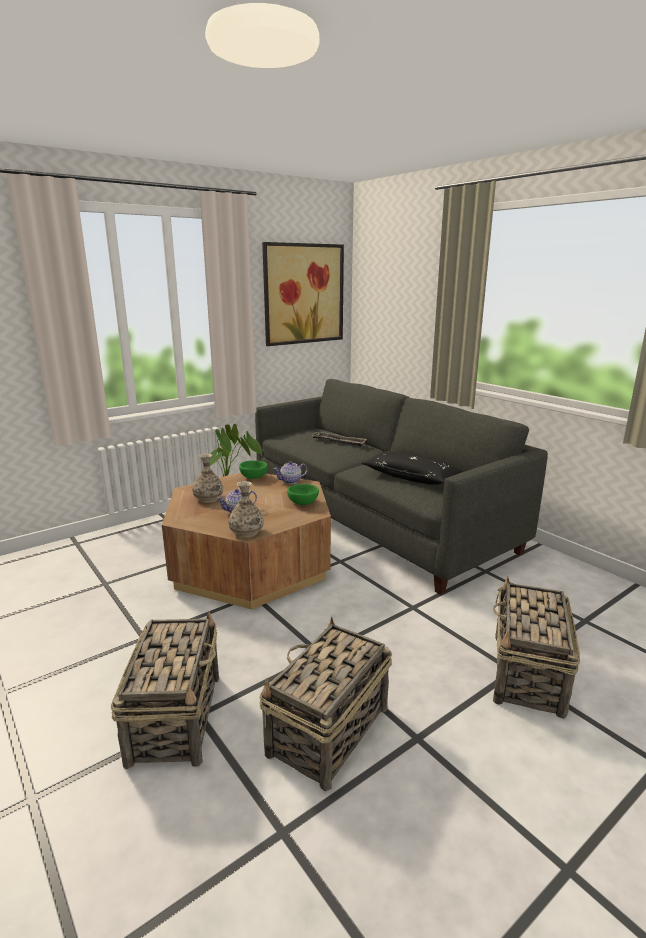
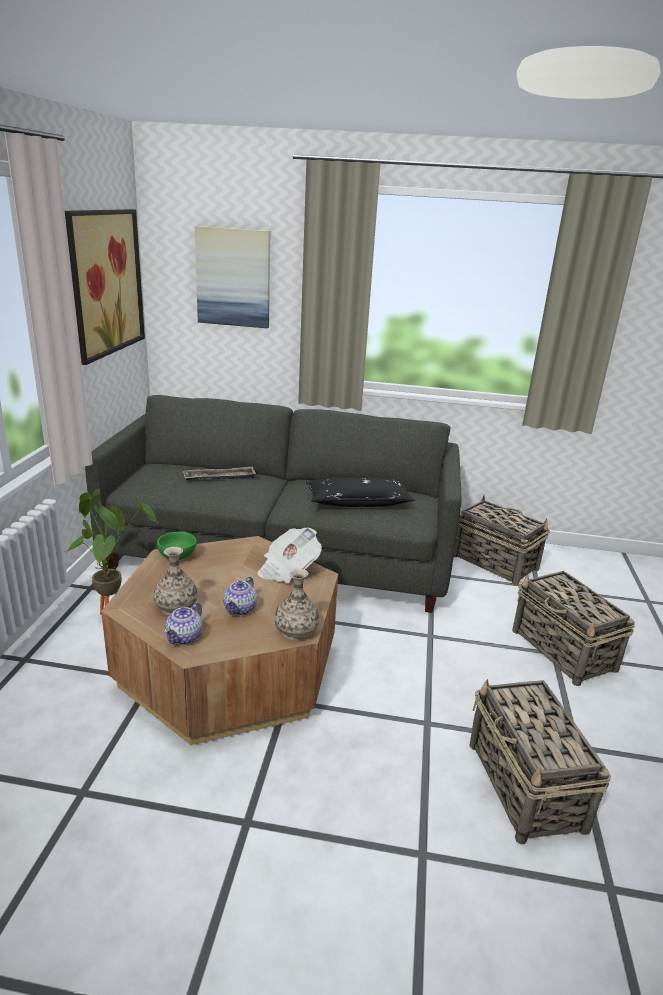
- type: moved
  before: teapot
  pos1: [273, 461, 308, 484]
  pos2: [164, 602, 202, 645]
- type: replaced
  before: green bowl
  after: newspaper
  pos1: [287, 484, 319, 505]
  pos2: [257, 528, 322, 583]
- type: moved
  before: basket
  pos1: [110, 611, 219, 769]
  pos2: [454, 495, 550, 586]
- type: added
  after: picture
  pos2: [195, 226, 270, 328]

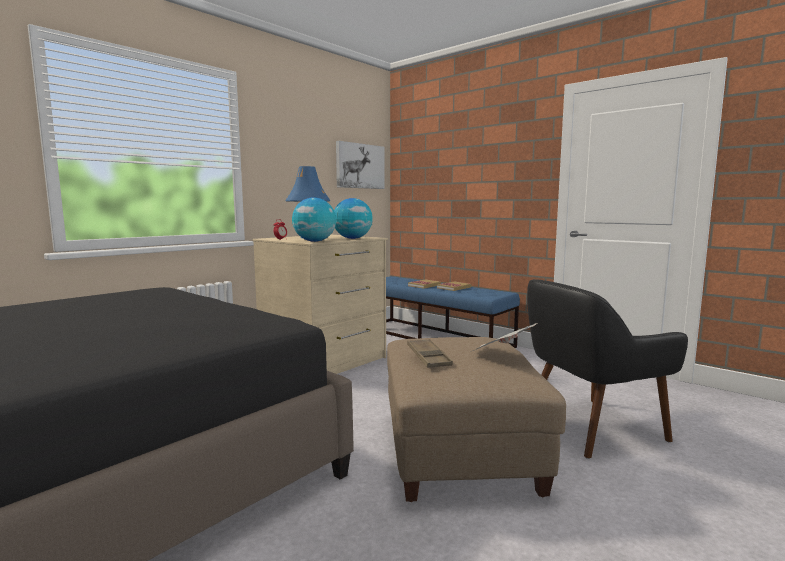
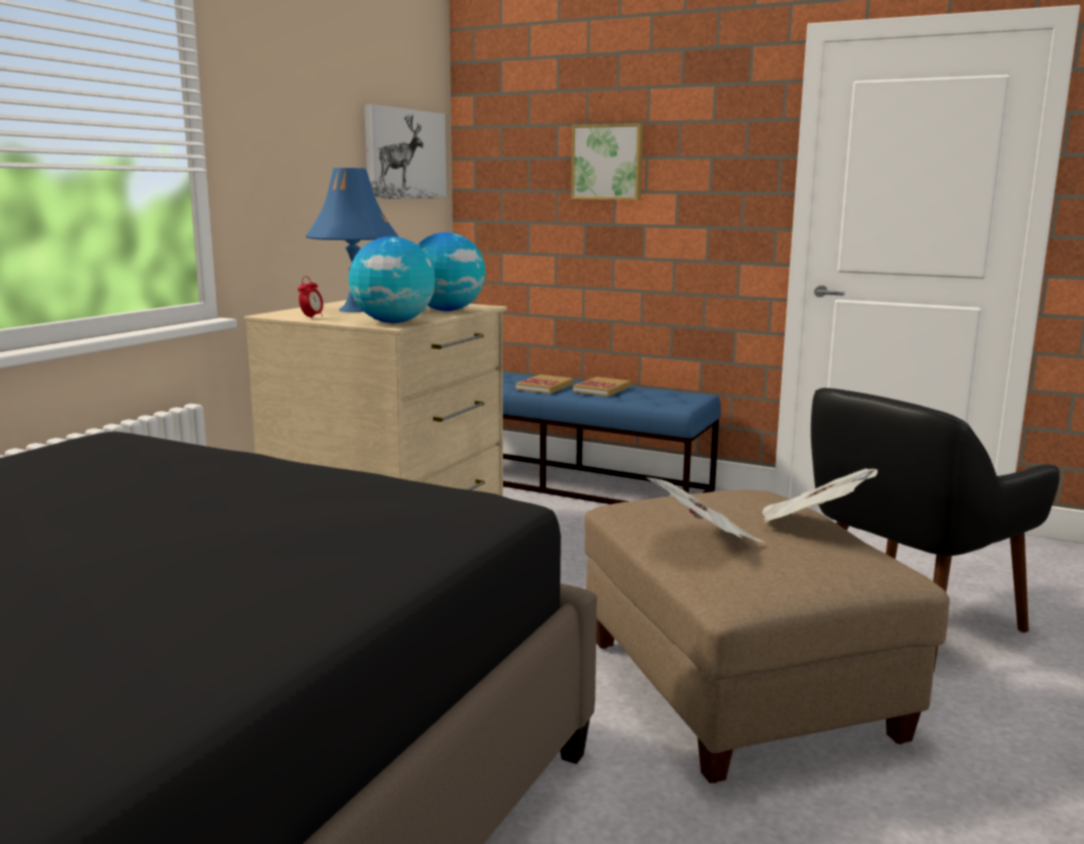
- type: replaced
  before: brown tray
  after: newspaper
  pos1: [407, 339, 453, 368]
  pos2: [645, 477, 765, 543]
- type: added
  after: picture
  pos2: [571, 123, 643, 200]

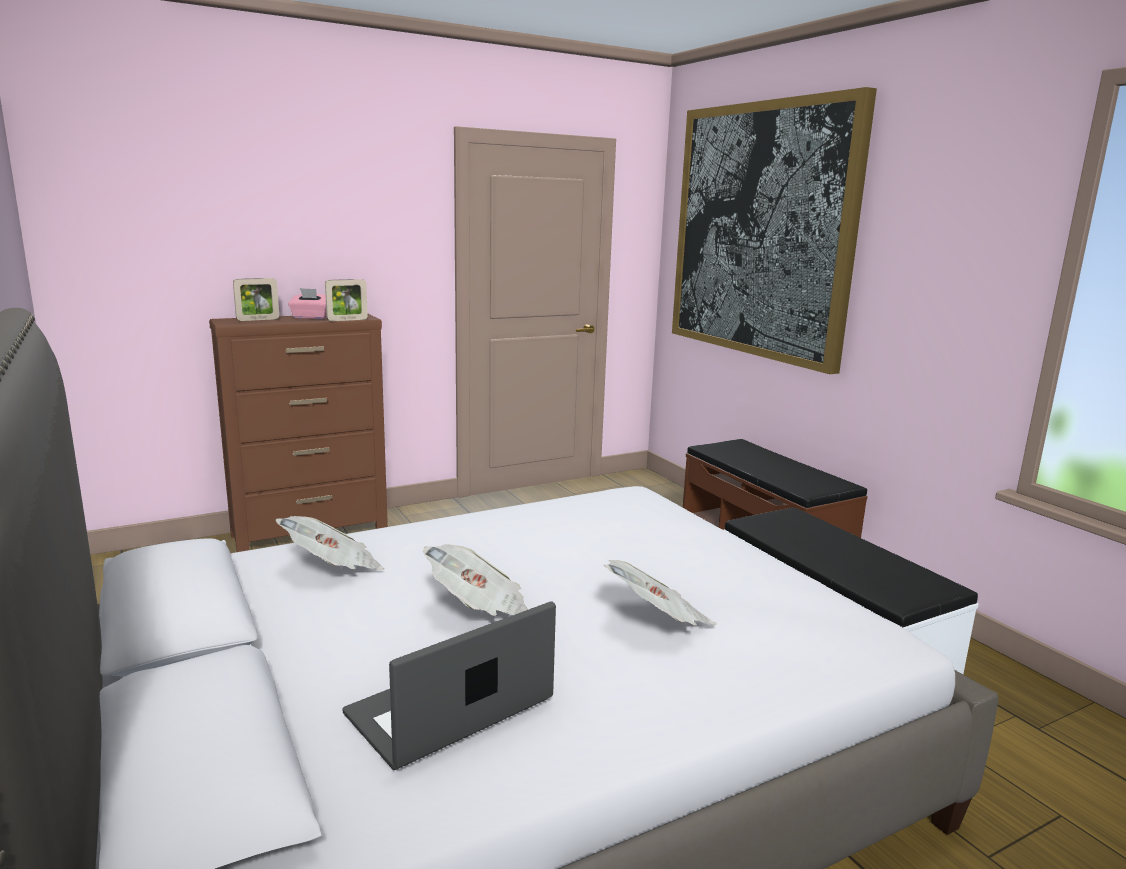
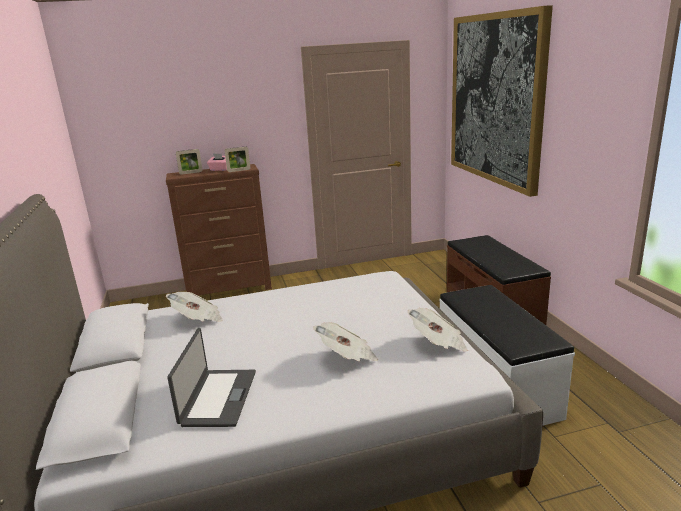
- type: moved
  before: newspaper
  pos1: [423, 545, 528, 616]
  pos2: [408, 308, 468, 352]
- type: turned
  before: laptop
  pos1: [342, 602, 556, 770]
  pos2: [167, 328, 256, 427]
  turn: 120

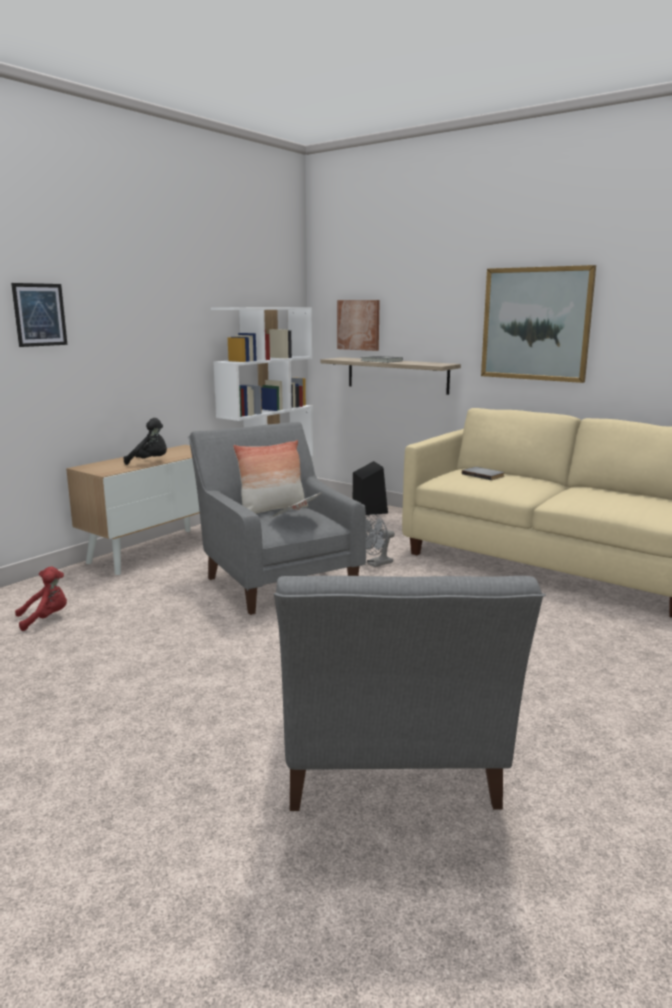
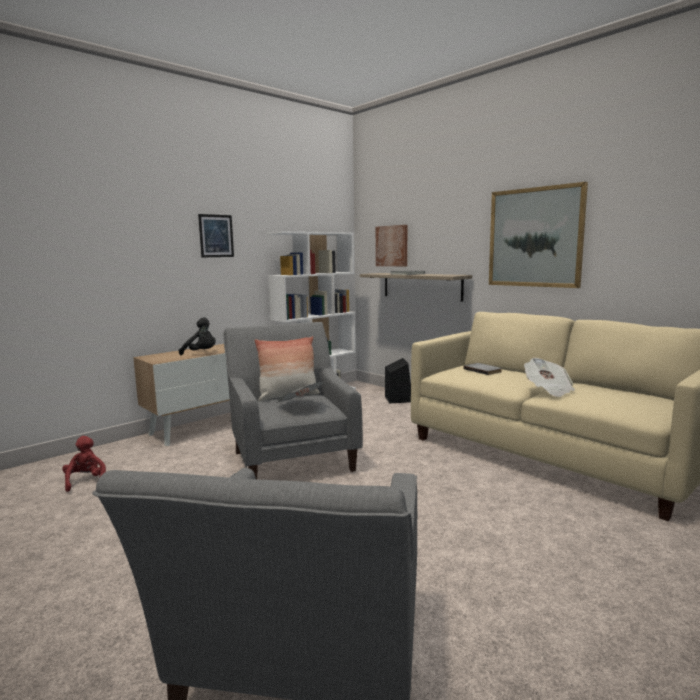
- type: moved
  before: picture
  pos1: [11, 283, 67, 347]
  pos2: [198, 214, 234, 258]
- type: removed
  before: grey fan
  pos1: [366, 514, 395, 567]
- type: turned
  before: red plush toy
  pos1: [15, 567, 67, 631]
  pos2: [62, 436, 106, 492]
  turn: -90
- type: added
  after: newspaper
  pos2: [524, 358, 575, 397]

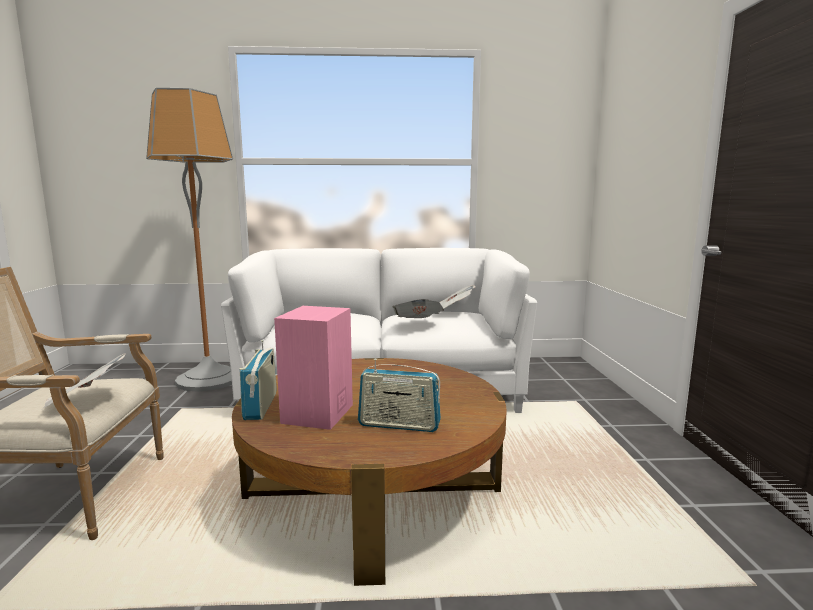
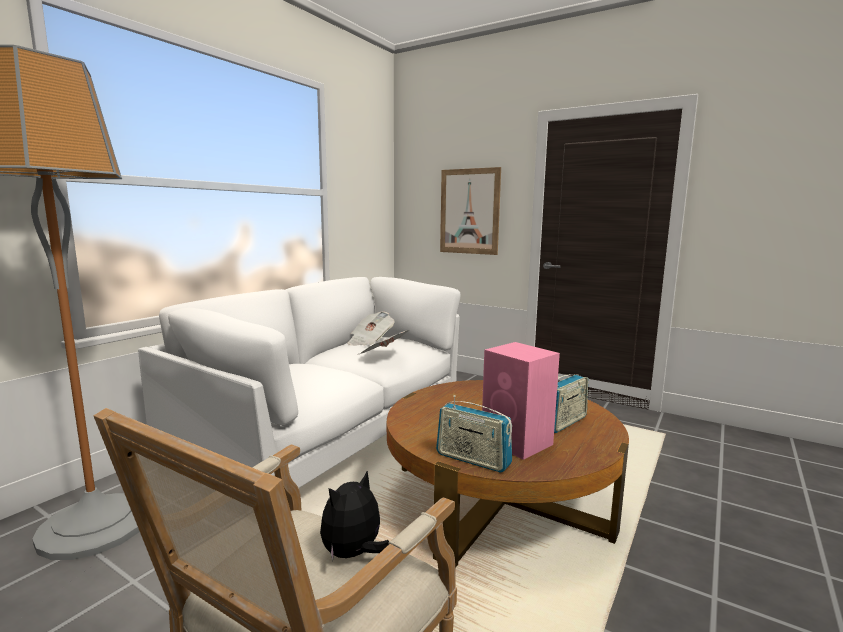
- type: replaced
  before: newspaper
  after: plush toy
  pos1: [41, 354, 126, 410]
  pos2: [320, 471, 389, 561]
- type: added
  after: picture
  pos2: [440, 167, 501, 255]

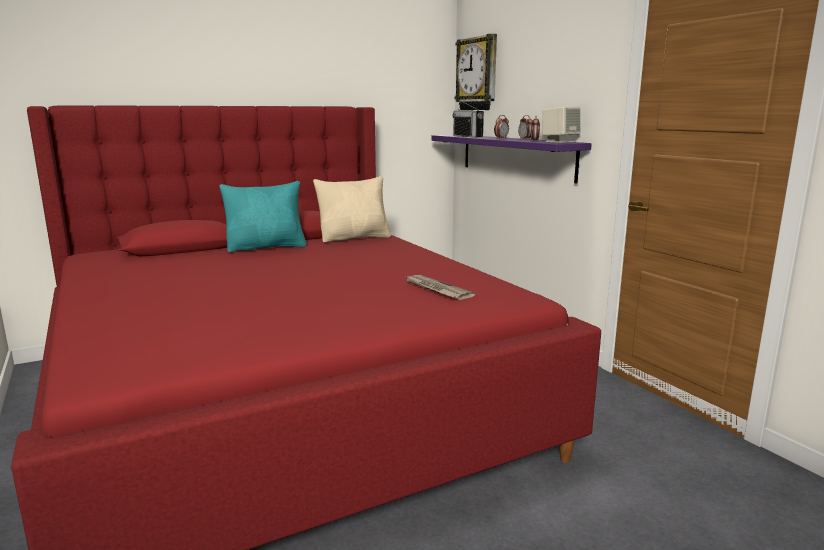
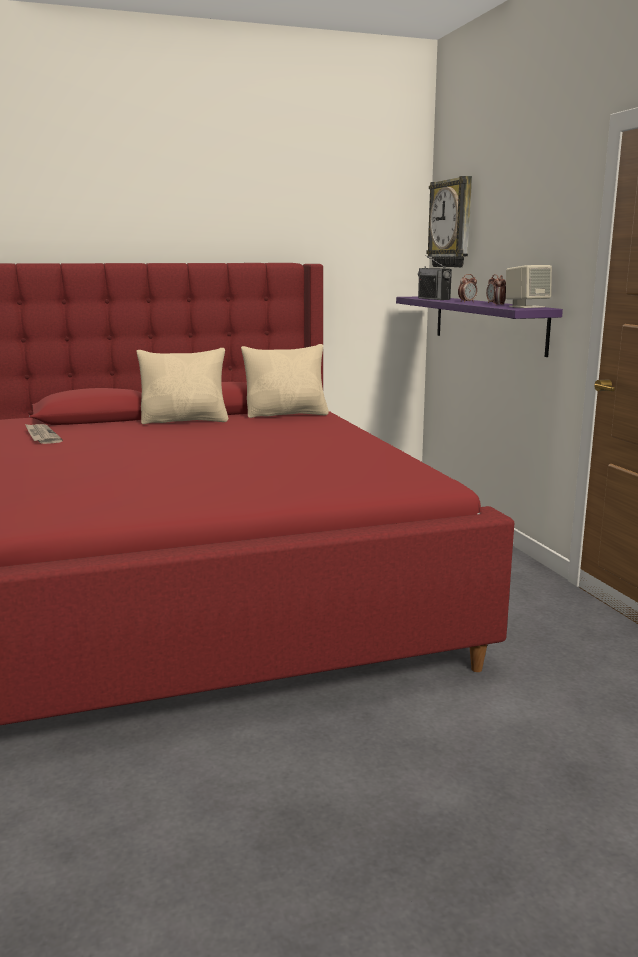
- type: recoloured
  before: turquoise pillow
  after: beige pillow
  pos1: [219, 181, 307, 252]
  pos2: [136, 348, 228, 424]
- type: moved
  before: newspaper
  pos1: [406, 275, 475, 300]
  pos2: [25, 424, 63, 444]

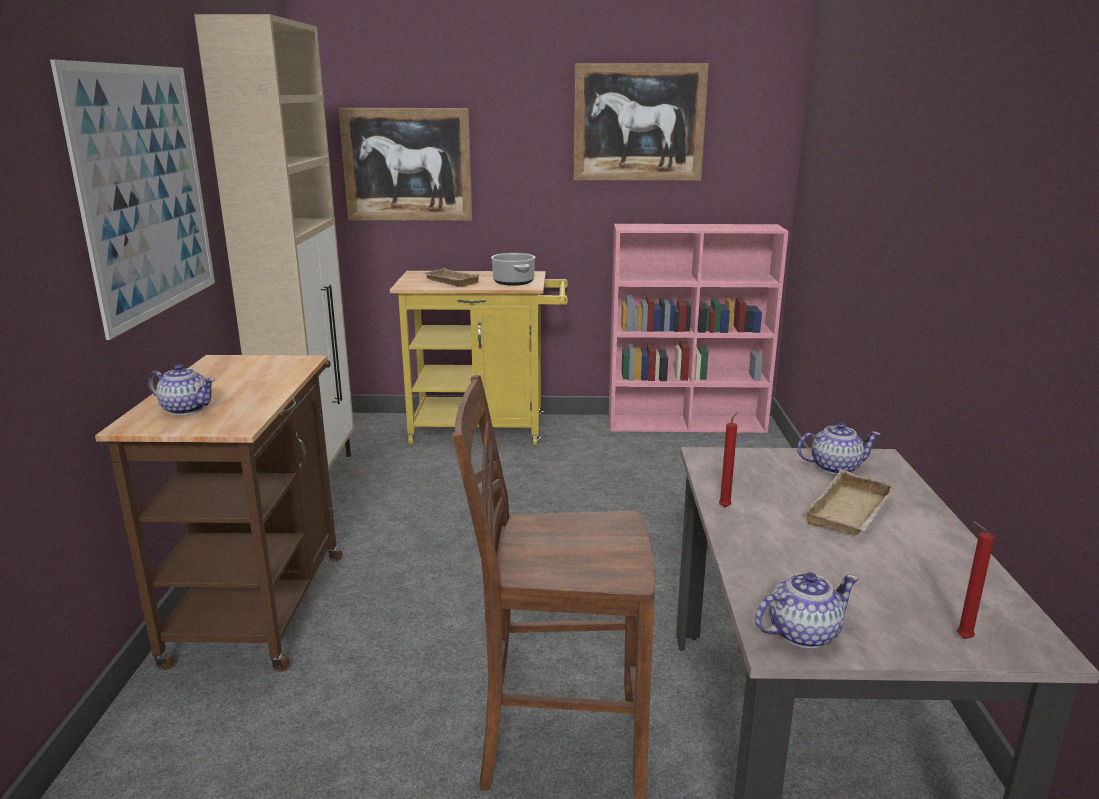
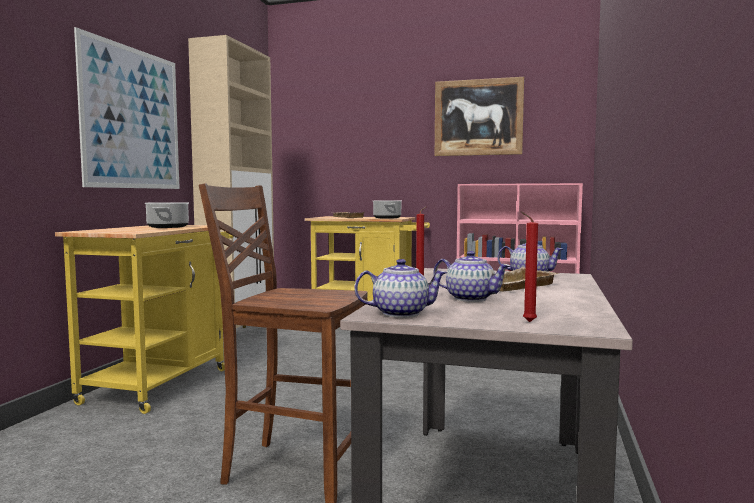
- type: removed
  before: picture
  pos1: [338, 108, 472, 221]
- type: recoloured
  before: brown cart
  after: yellow cart
  pos1: [95, 355, 342, 672]
  pos2: [55, 225, 234, 414]
- type: moved
  before: teapot
  pos1: [148, 364, 215, 415]
  pos2: [433, 251, 510, 302]
- type: added
  after: cooking pot
  pos2: [145, 202, 189, 228]

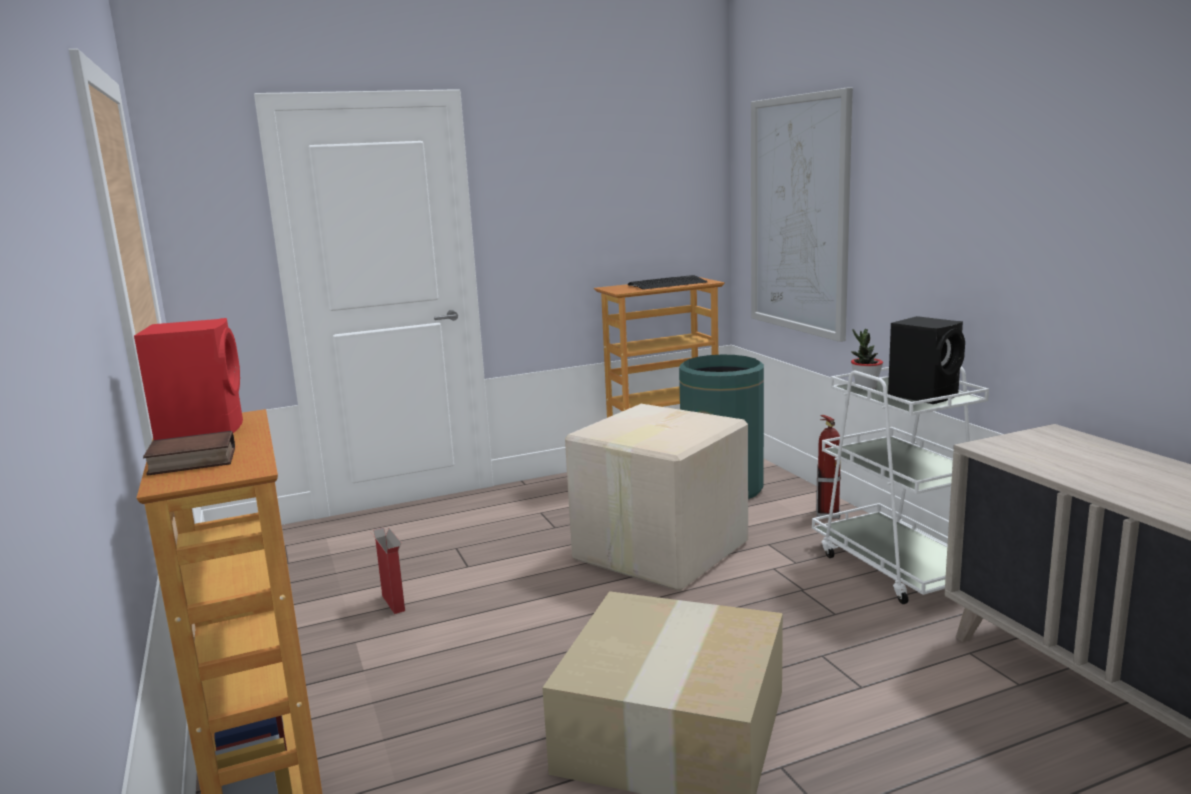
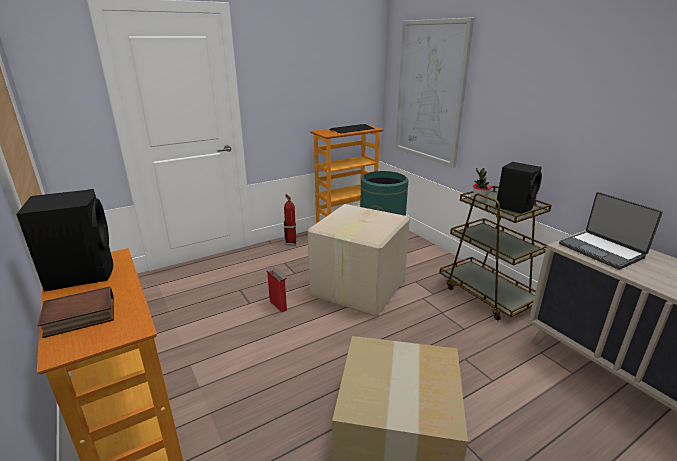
- type: recoloured
  before: red speaker
  after: black speaker
  pos1: [134, 318, 243, 440]
  pos2: [16, 189, 113, 292]
- type: recoloured
  before: white cart
  after: brown cart
  pos1: [812, 366, 989, 604]
  pos2: [439, 186, 552, 321]
- type: moved
  before: fire extinguisher
  pos1: [816, 415, 841, 519]
  pos2: [284, 194, 298, 245]
- type: moved
  before: cardboard box
  pos1: [372, 528, 405, 614]
  pos2: [265, 266, 287, 312]
- type: added
  after: laptop
  pos2: [559, 192, 663, 270]

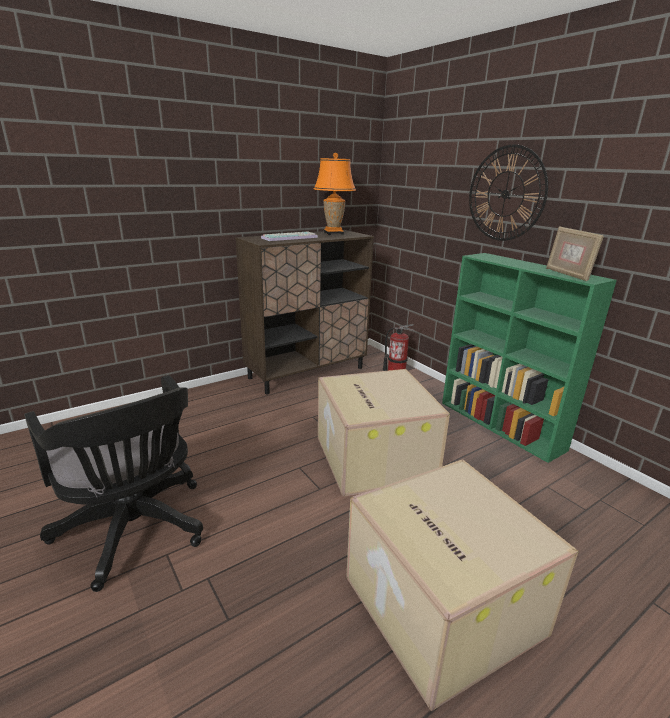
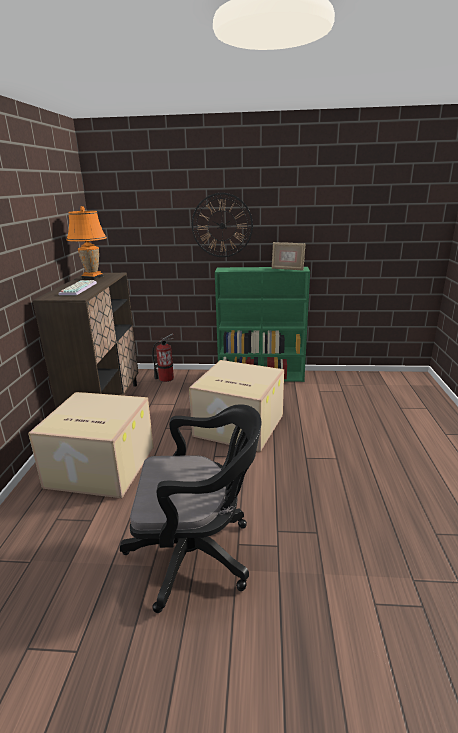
- type: moved
  before: cardboard box
  pos1: [346, 459, 579, 712]
  pos2: [28, 392, 154, 498]

